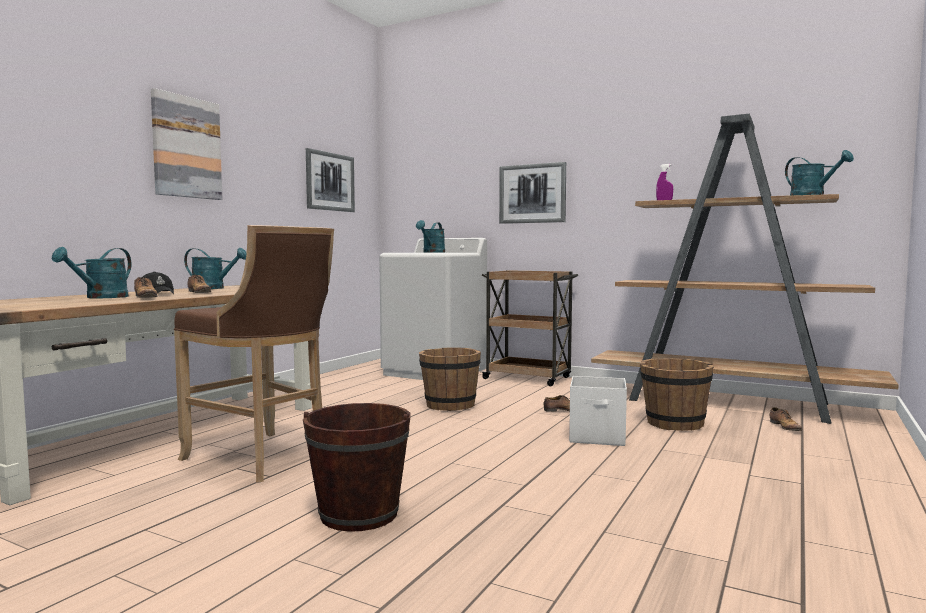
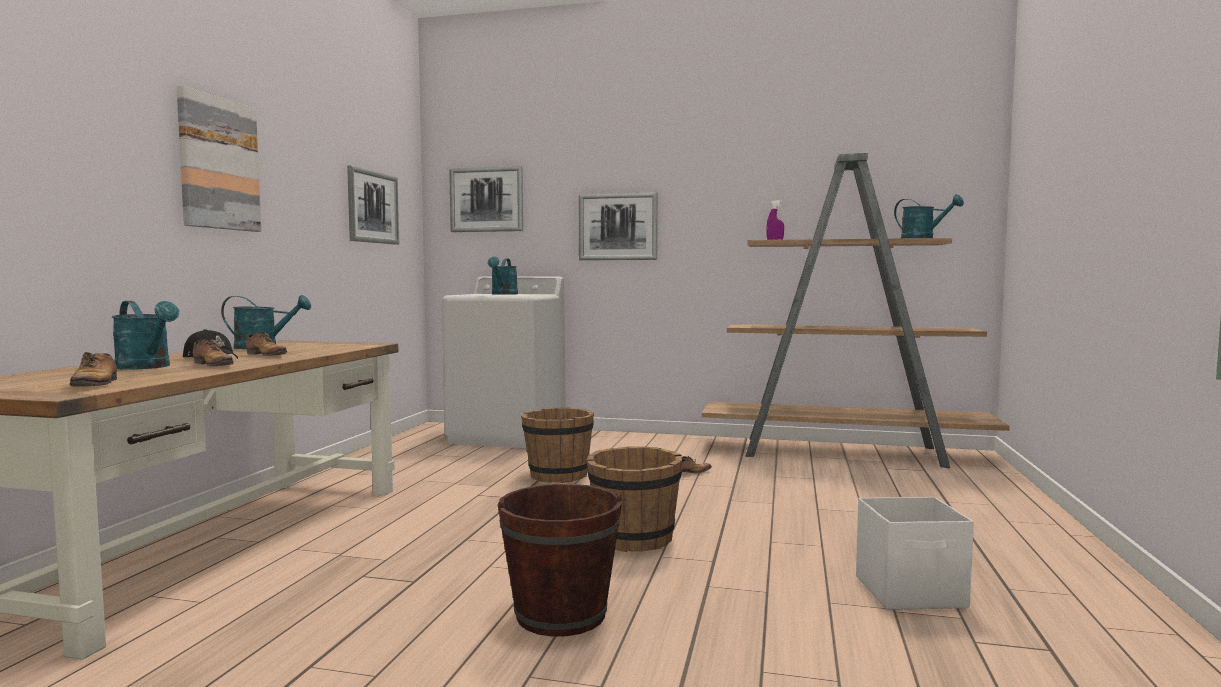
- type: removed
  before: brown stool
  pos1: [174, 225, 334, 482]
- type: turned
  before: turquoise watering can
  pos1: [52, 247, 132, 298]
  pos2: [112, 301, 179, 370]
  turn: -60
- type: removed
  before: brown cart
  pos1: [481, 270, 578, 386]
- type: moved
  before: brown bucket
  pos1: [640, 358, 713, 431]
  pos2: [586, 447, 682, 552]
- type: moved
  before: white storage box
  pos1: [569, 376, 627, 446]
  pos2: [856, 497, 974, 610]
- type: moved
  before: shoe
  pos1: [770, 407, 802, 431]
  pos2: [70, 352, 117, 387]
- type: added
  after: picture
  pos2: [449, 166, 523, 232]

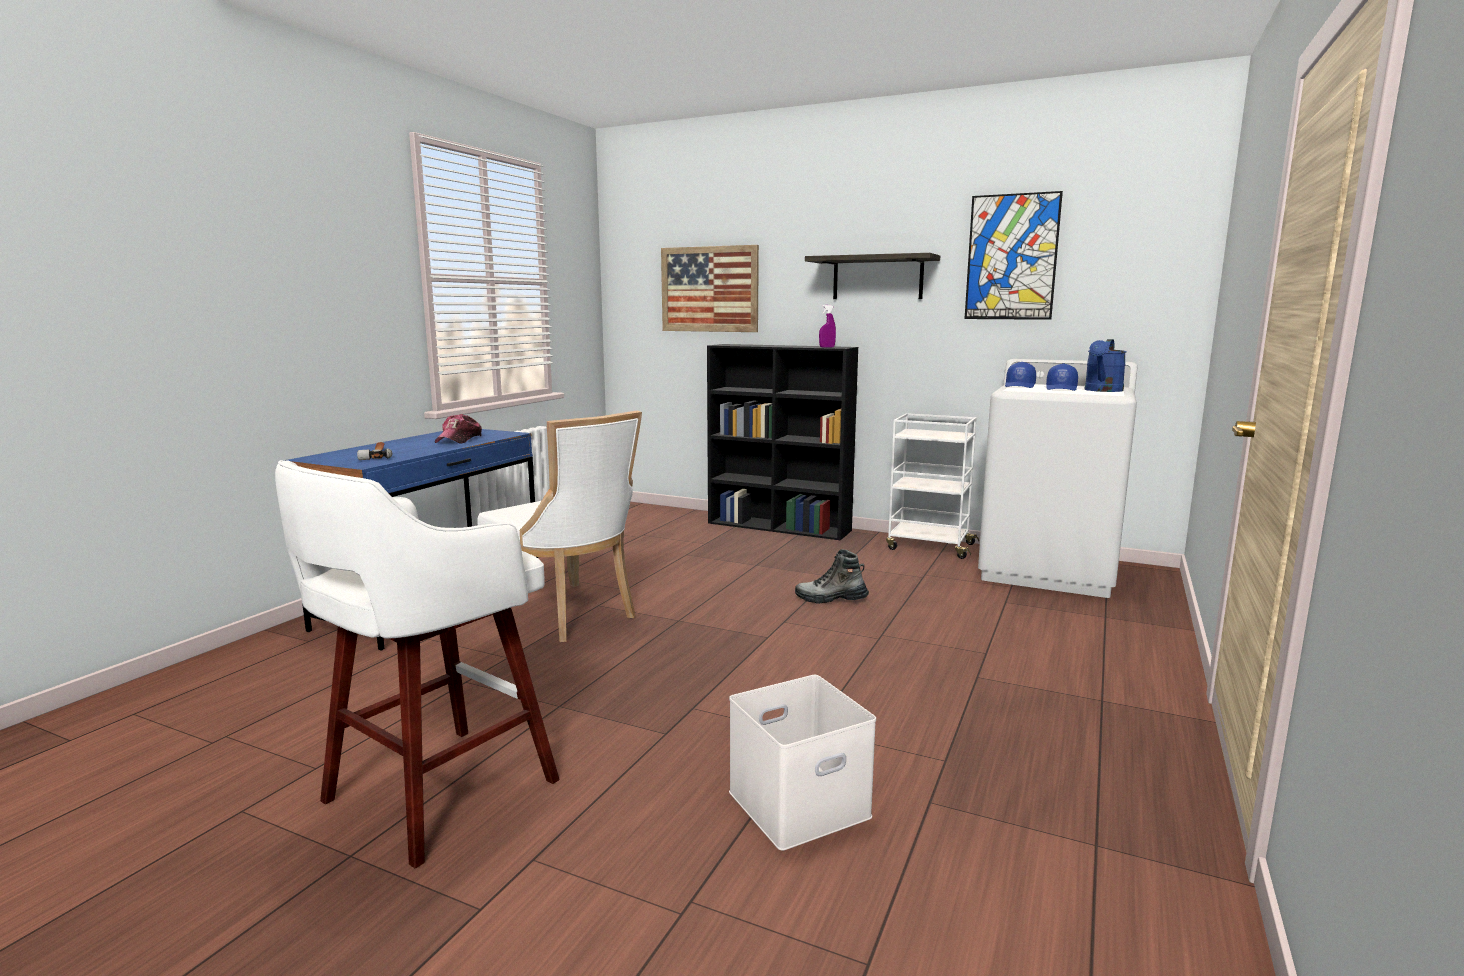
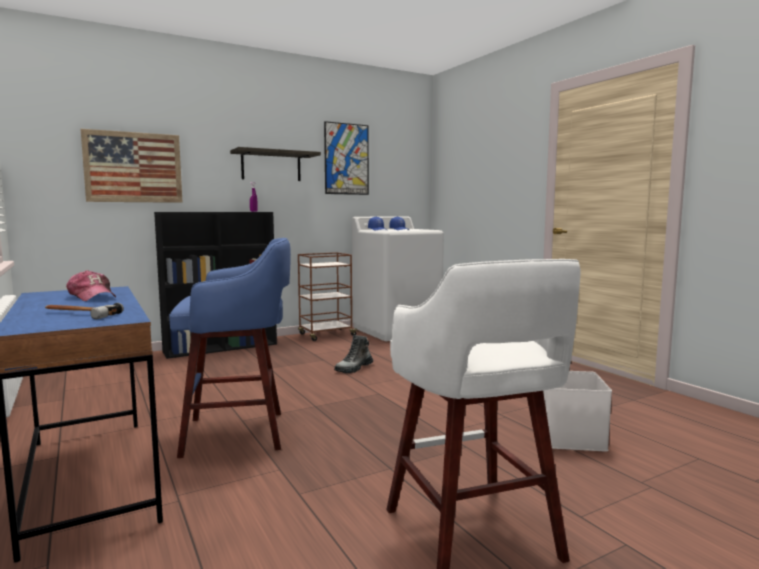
- type: removed
  before: blue watering can
  pos1: [1085, 339, 1127, 392]
- type: replaced
  before: white chair
  after: blue stool
  pos1: [477, 411, 642, 642]
  pos2: [169, 238, 291, 458]
- type: recoloured
  before: white cart
  after: brown cart
  pos1: [886, 413, 979, 559]
  pos2: [298, 252, 359, 341]

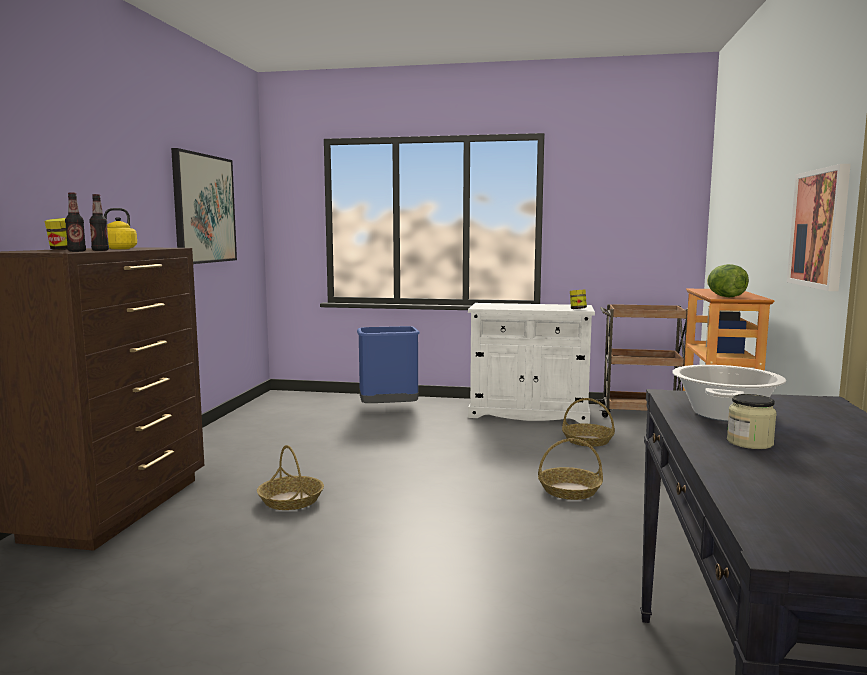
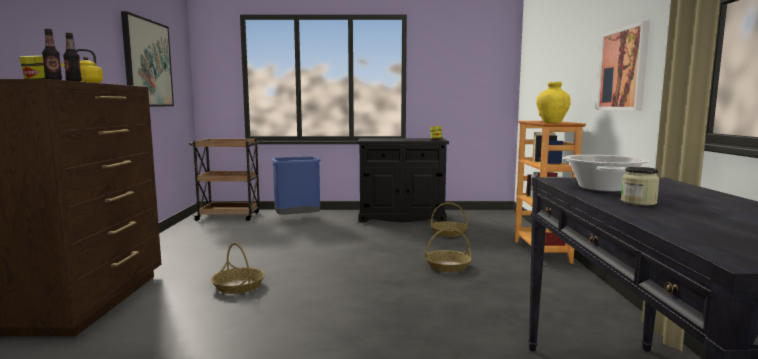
- type: replaced
  before: lettuce
  after: yellow vase
  pos1: [707, 264, 749, 297]
  pos2: [536, 82, 571, 123]
- type: recoloured
  before: white cabinet
  after: black cabinet
  pos1: [468, 303, 595, 424]
  pos2: [357, 138, 449, 222]
- type: moved
  before: brown cart
  pos1: [596, 304, 697, 417]
  pos2: [189, 139, 262, 221]

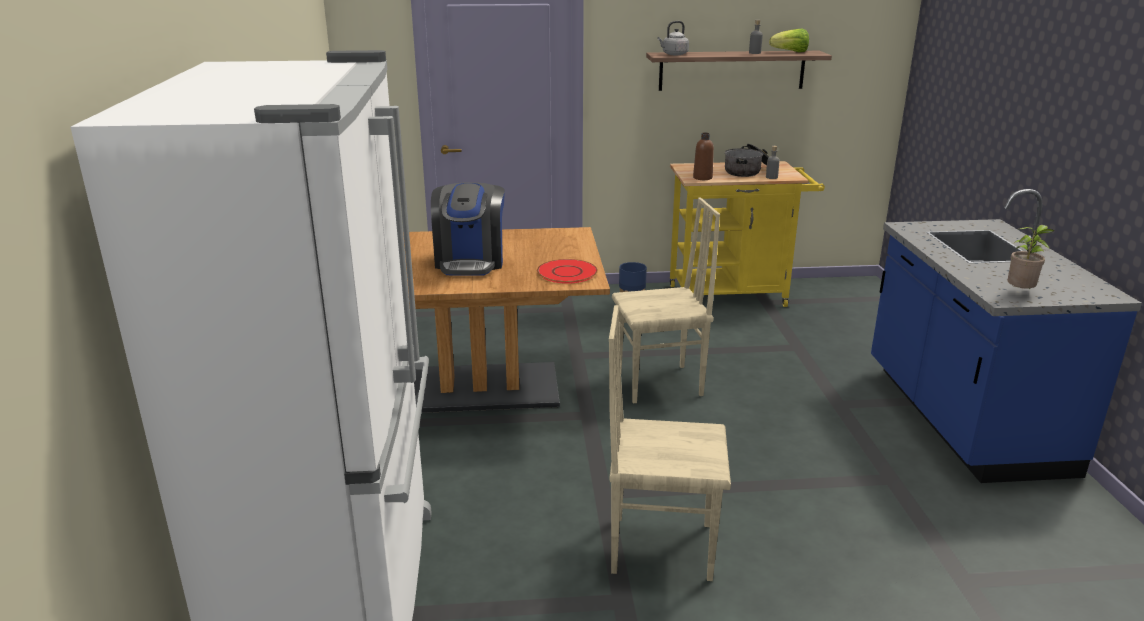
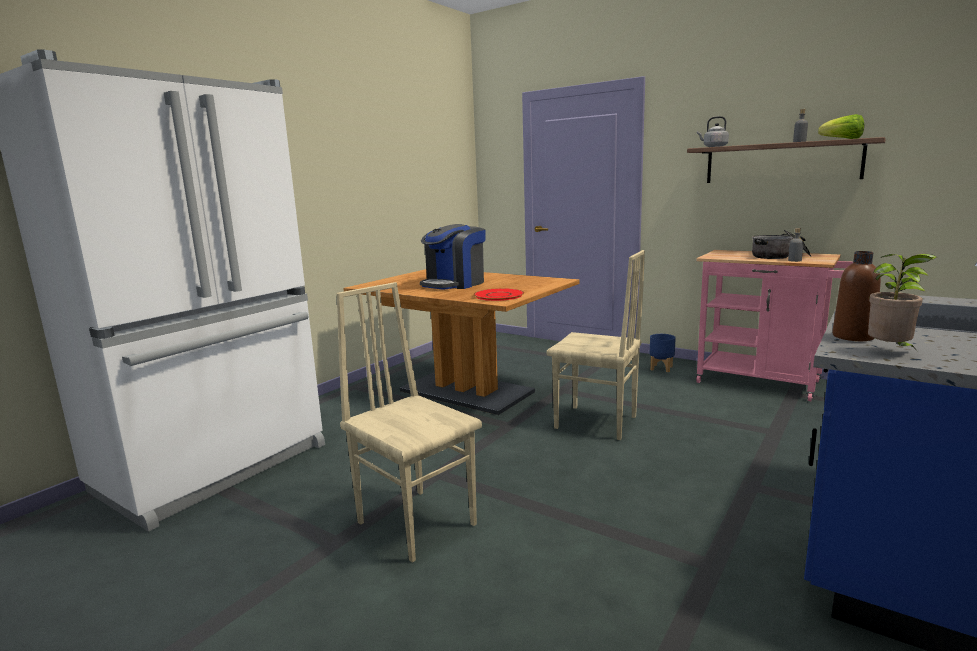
- type: moved
  before: brown bottle
  pos1: [693, 133, 714, 180]
  pos2: [832, 251, 881, 341]
- type: recoloured
  before: yellow cart
  after: pink cart
  pos1: [670, 161, 825, 307]
  pos2: [696, 250, 853, 401]

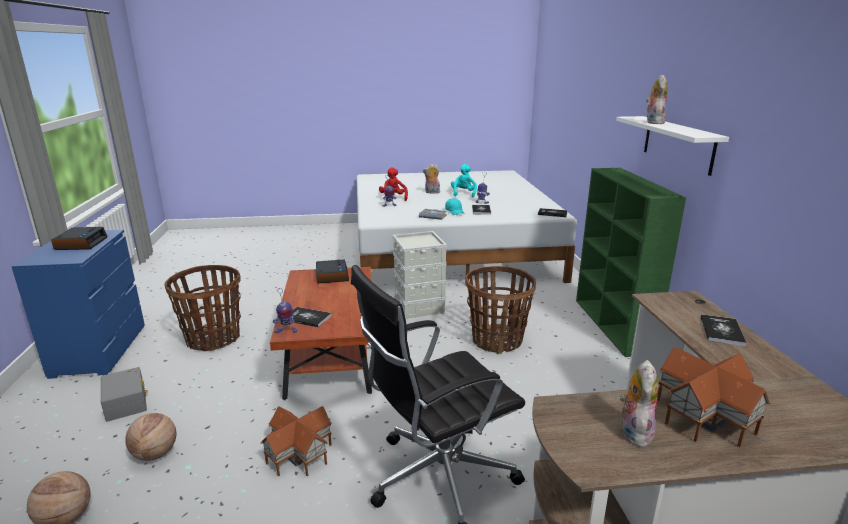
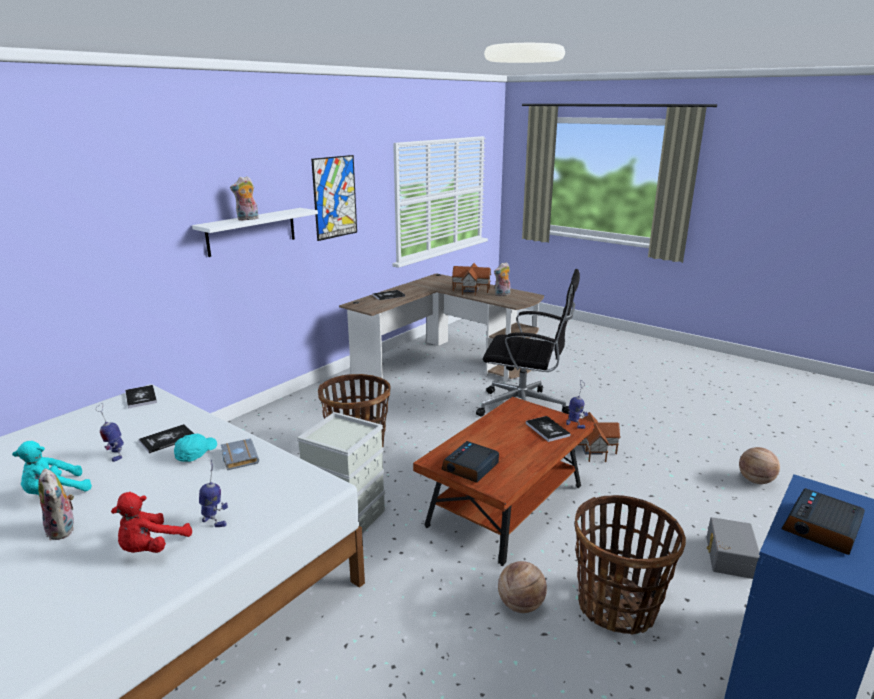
- type: removed
  before: green bookcase
  pos1: [576, 168, 686, 357]
- type: moved
  before: basketball
  pos1: [125, 413, 176, 461]
  pos2: [498, 561, 547, 613]
- type: added
  after: picture
  pos2: [311, 155, 357, 241]

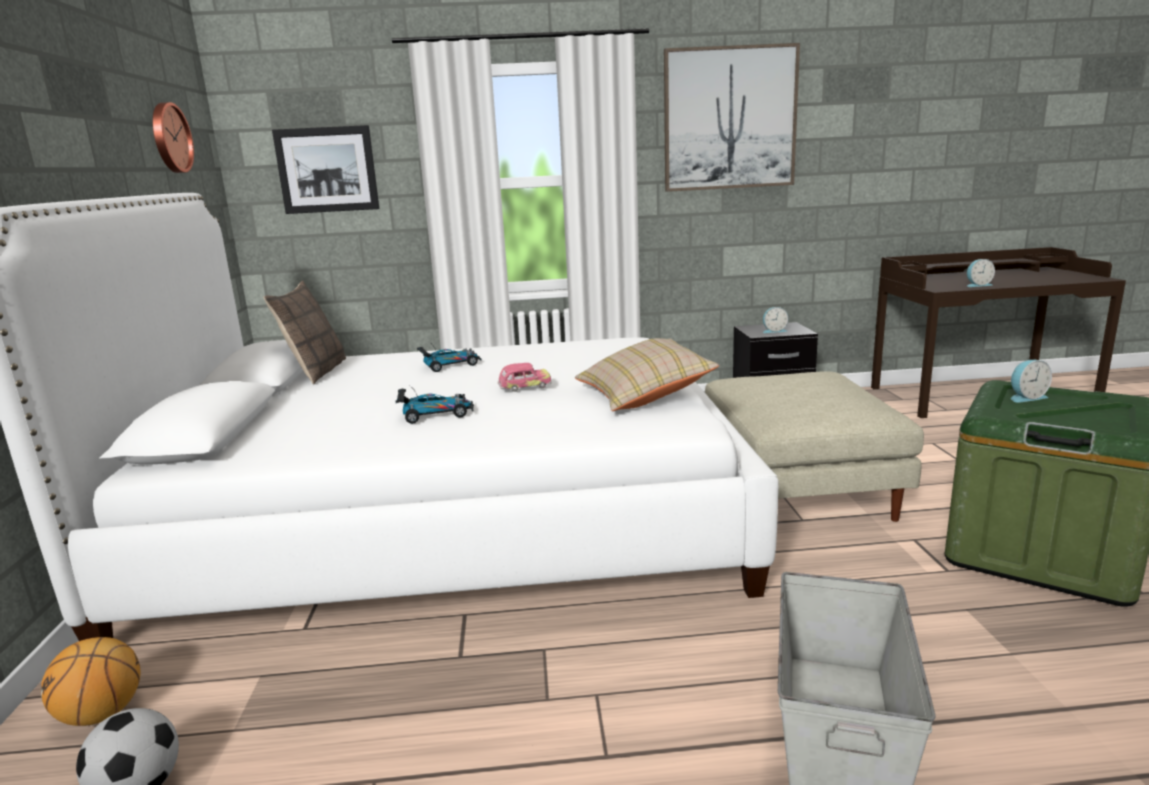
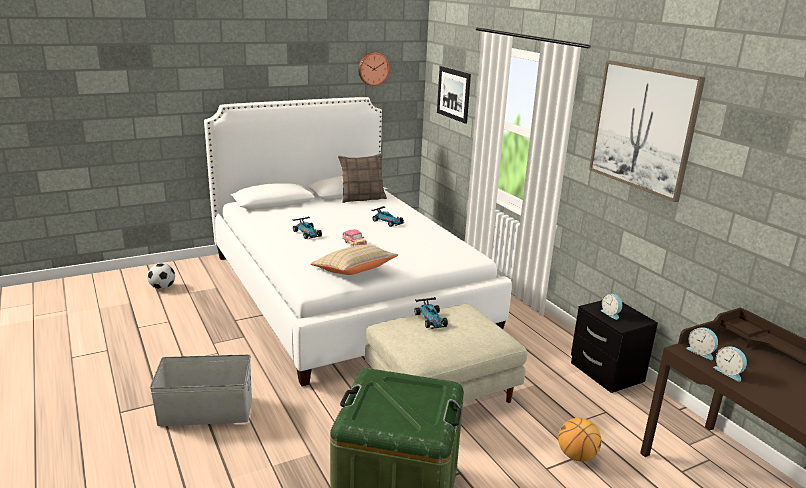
- type: moved
  before: alarm clock
  pos1: [1011, 360, 1052, 403]
  pos2: [686, 327, 718, 360]
- type: moved
  before: basketball
  pos1: [41, 637, 141, 726]
  pos2: [558, 418, 602, 461]
- type: added
  after: toy car
  pos2: [414, 297, 448, 329]

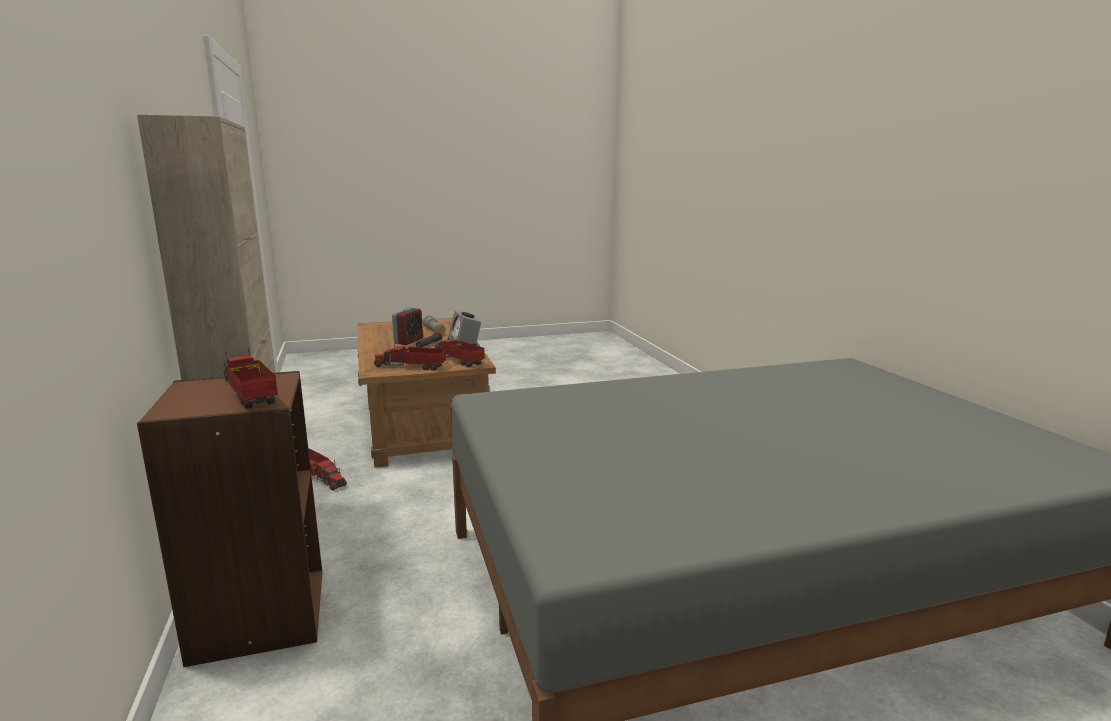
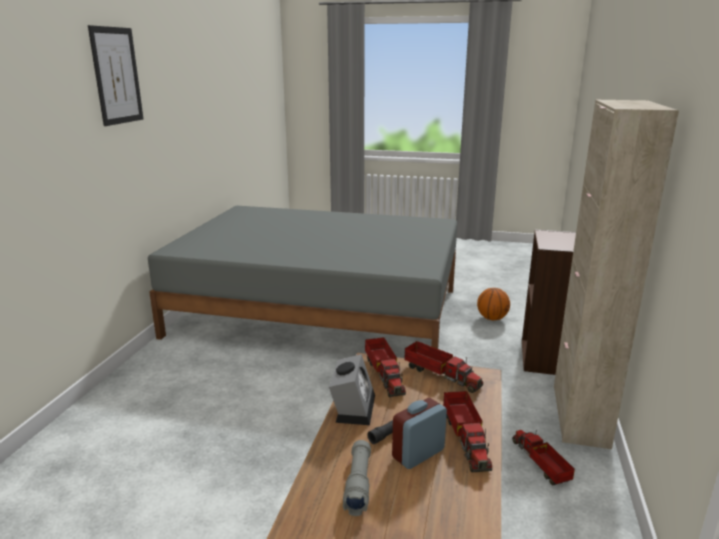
- type: moved
  before: toy truck
  pos1: [224, 349, 278, 409]
  pos2: [443, 391, 492, 472]
- type: added
  after: picture
  pos2: [88, 25, 143, 126]
- type: added
  after: basketball
  pos2: [477, 288, 510, 321]

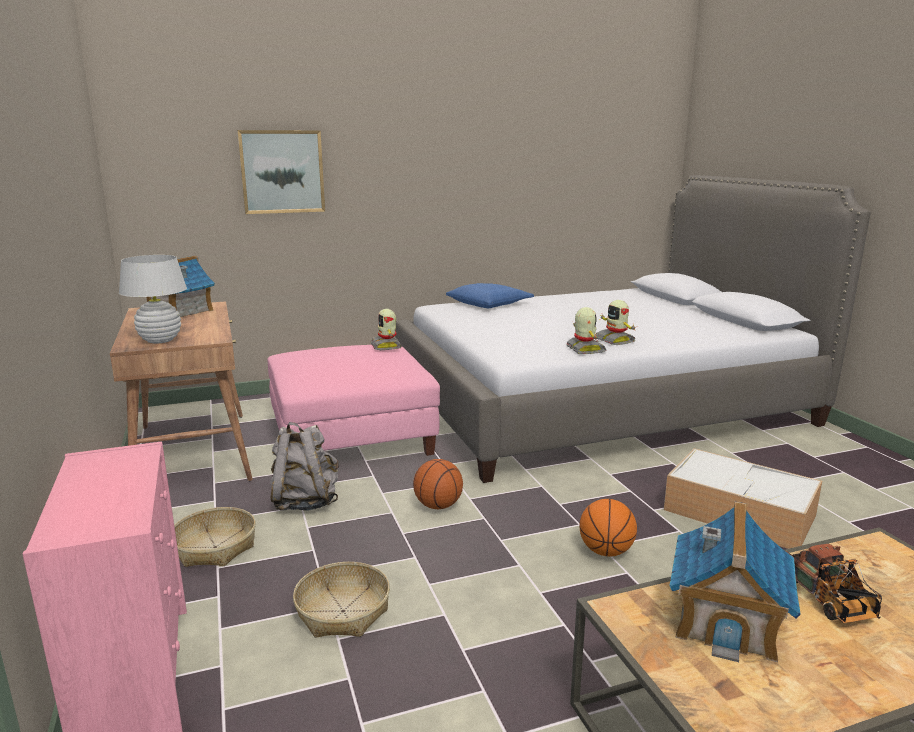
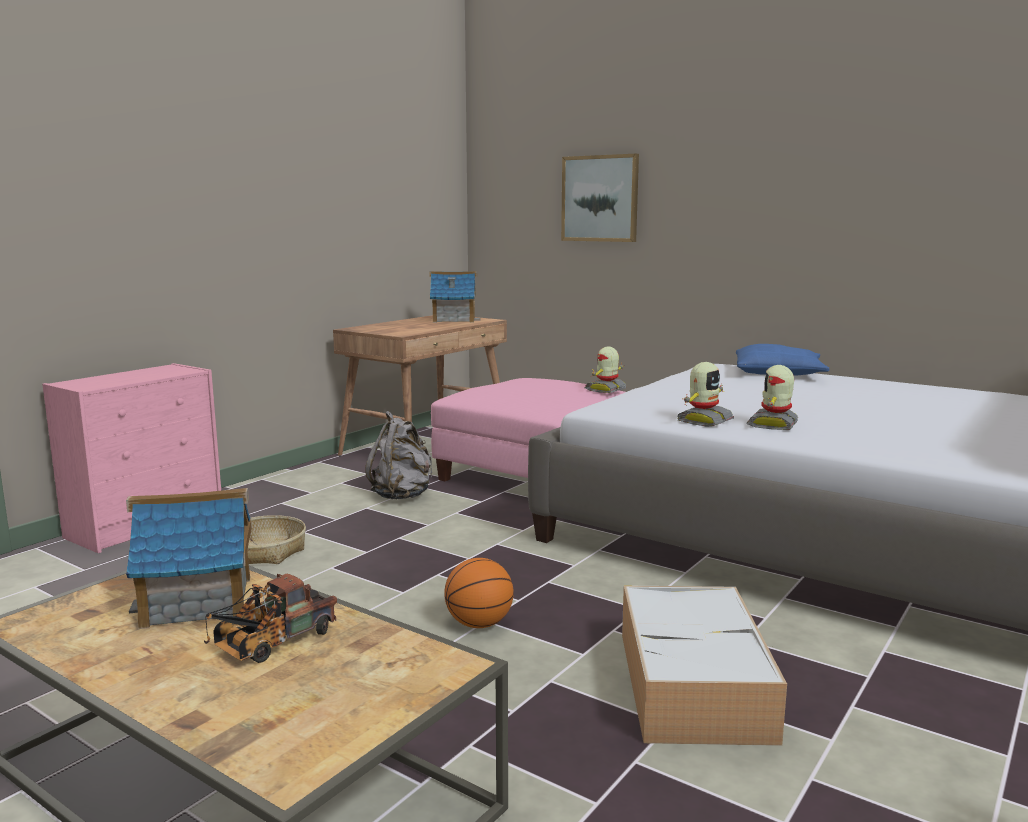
- type: removed
  before: white table lamp
  pos1: [119, 255, 187, 344]
- type: removed
  before: basketball
  pos1: [413, 459, 463, 509]
- type: removed
  before: basket
  pos1: [174, 507, 256, 567]

